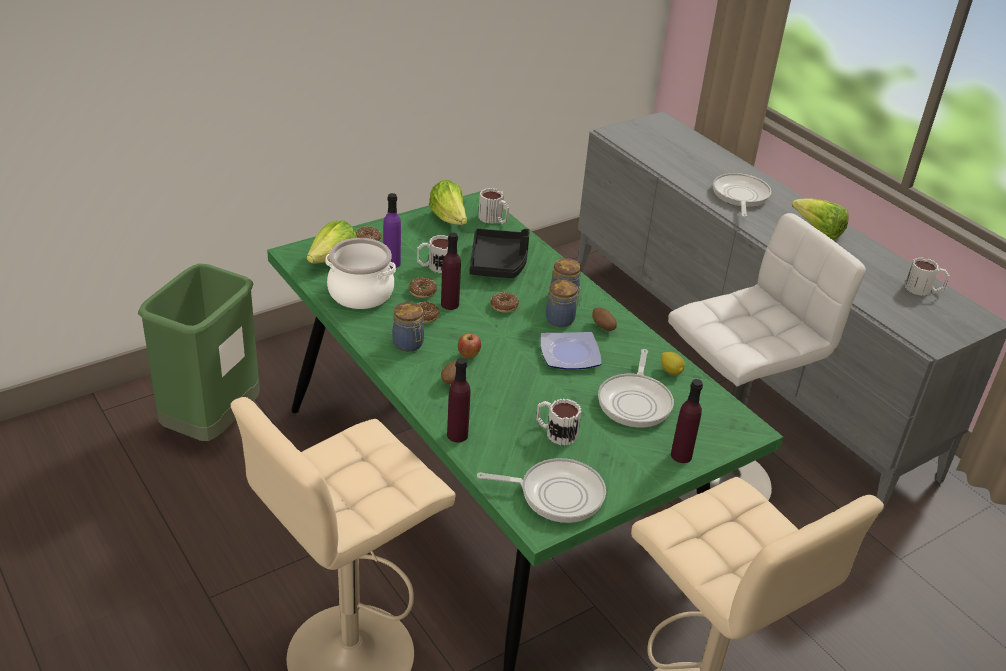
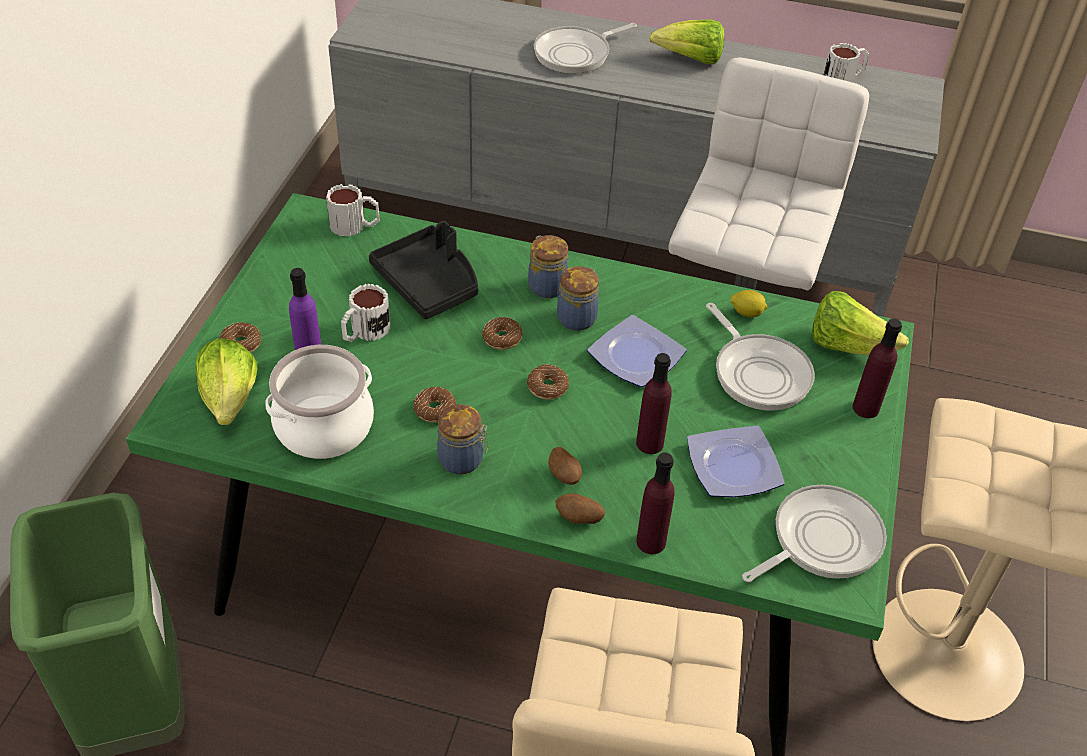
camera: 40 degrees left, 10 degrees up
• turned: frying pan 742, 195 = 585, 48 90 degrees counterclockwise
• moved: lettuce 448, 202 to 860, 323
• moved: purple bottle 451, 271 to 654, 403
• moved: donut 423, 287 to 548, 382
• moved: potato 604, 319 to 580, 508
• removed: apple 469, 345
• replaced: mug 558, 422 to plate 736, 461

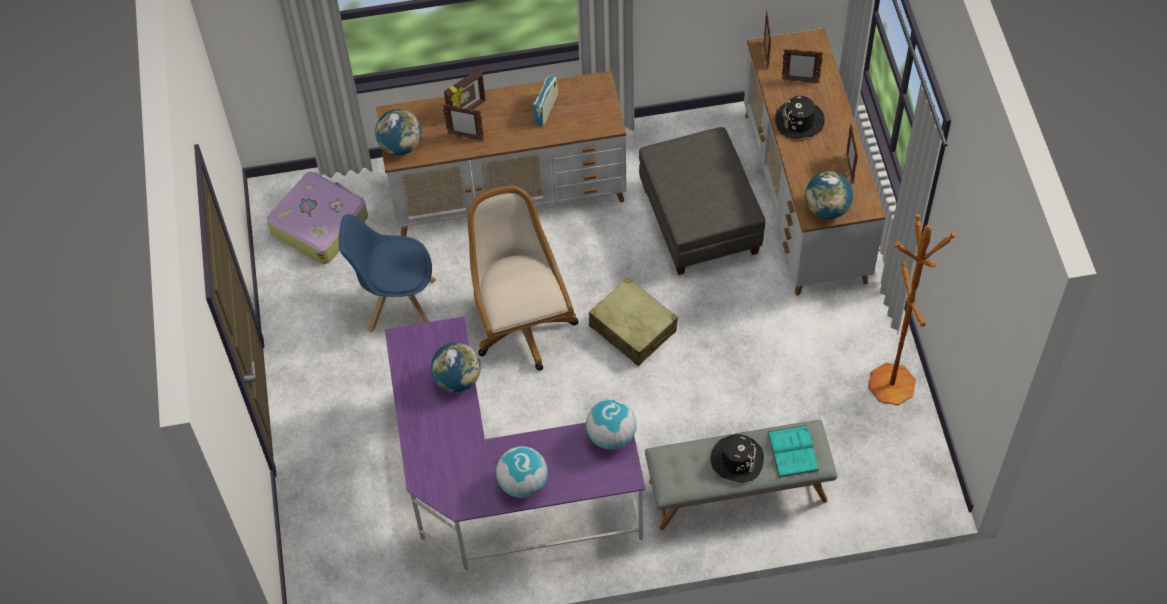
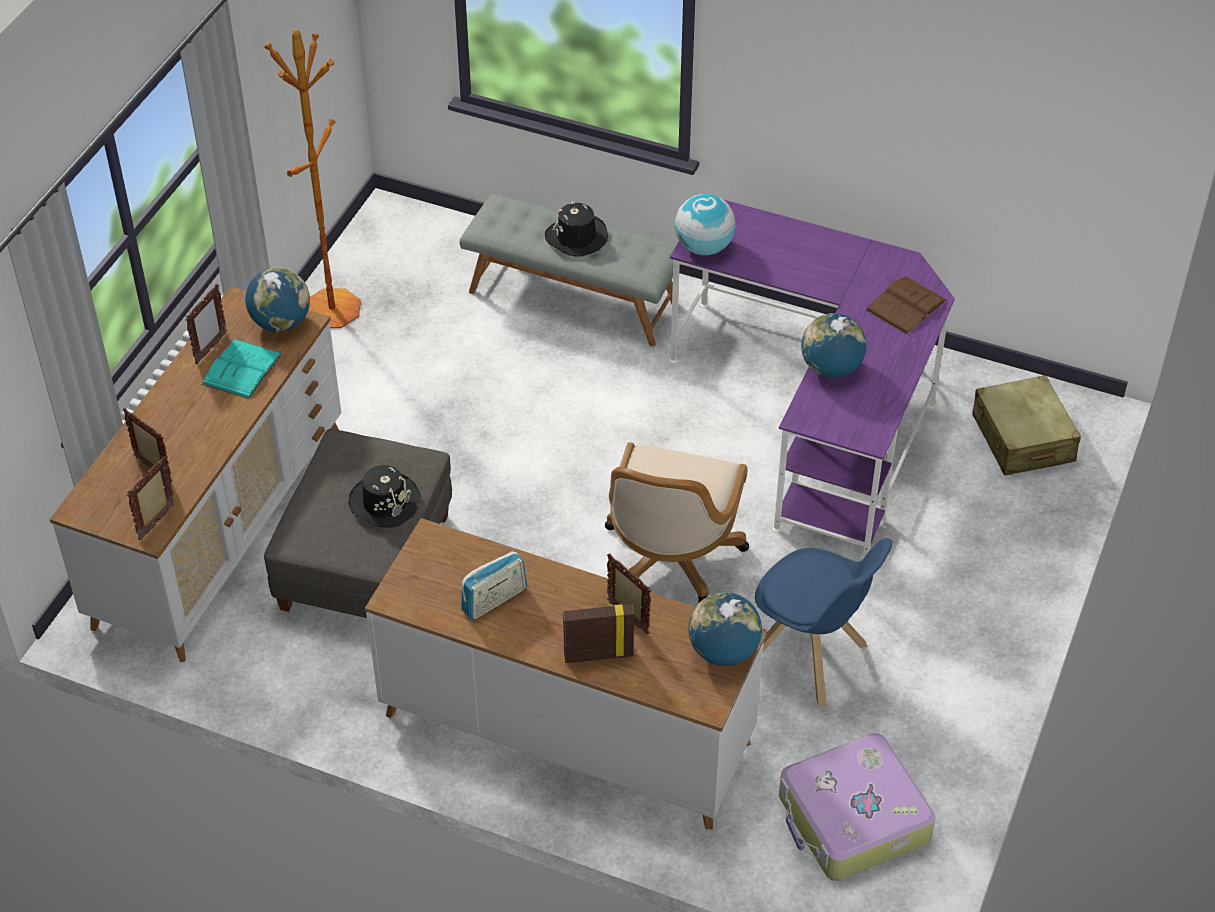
camera: 150 degrees left, 10 degrees down
• moved: black hat 800, 117 to 384, 496
• moved: beige suitcase 633, 321 to 1026, 425
• moved: turquoise book 793, 451 to 241, 369
• removed: globe 521, 472
• added: brown book 906, 305

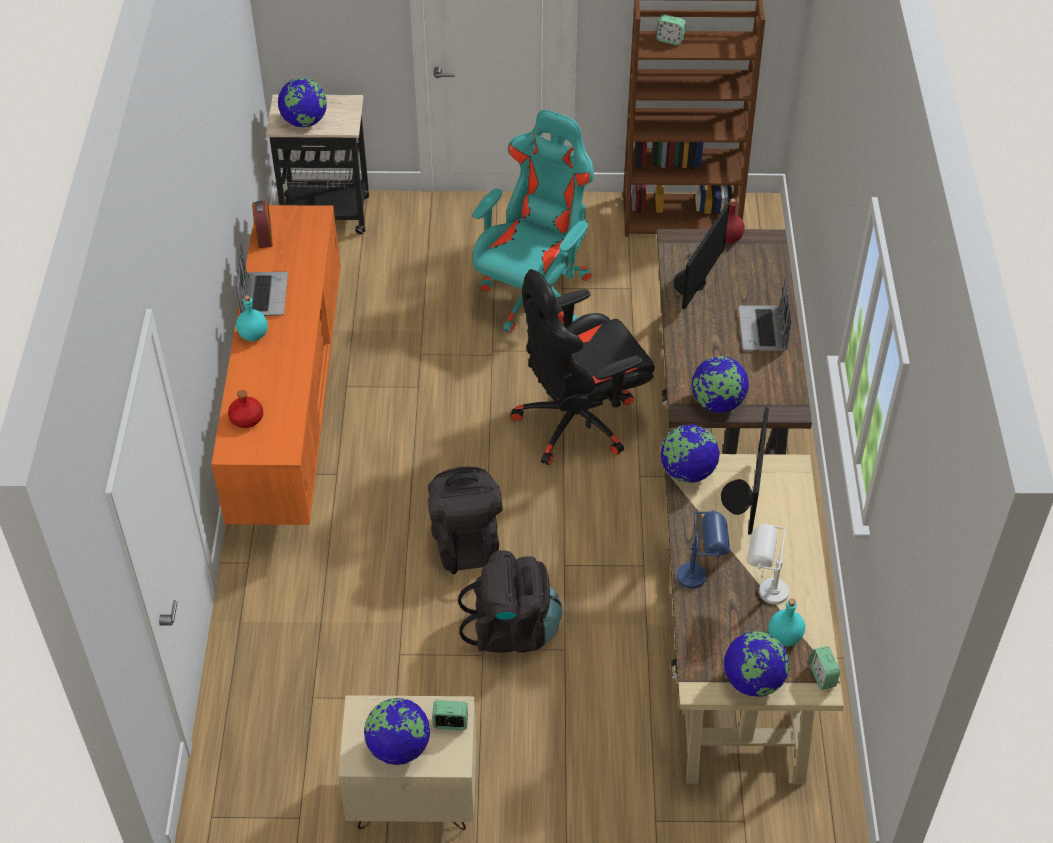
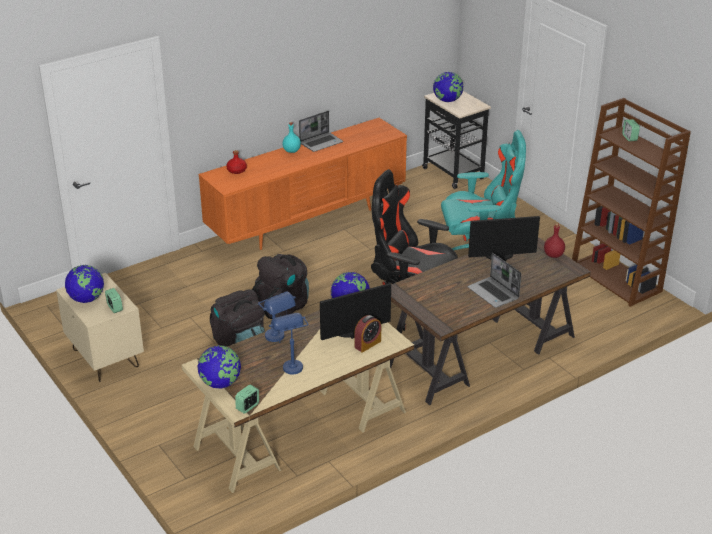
camera: 55 degrees right, 15 degrees down
• moved: alarm clock 262, 224 to 367, 334
• turned: laptop 765, 314 = 494, 280 90 degrees counterclockwise
• removed: globe 720, 384
• recoloured: white table lamp 768, 563 to blue table lamp 288, 344
• removed: turquoise bottle 786, 623

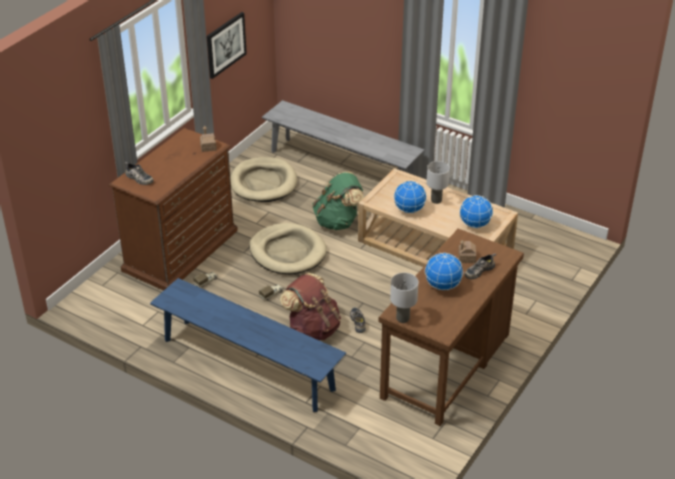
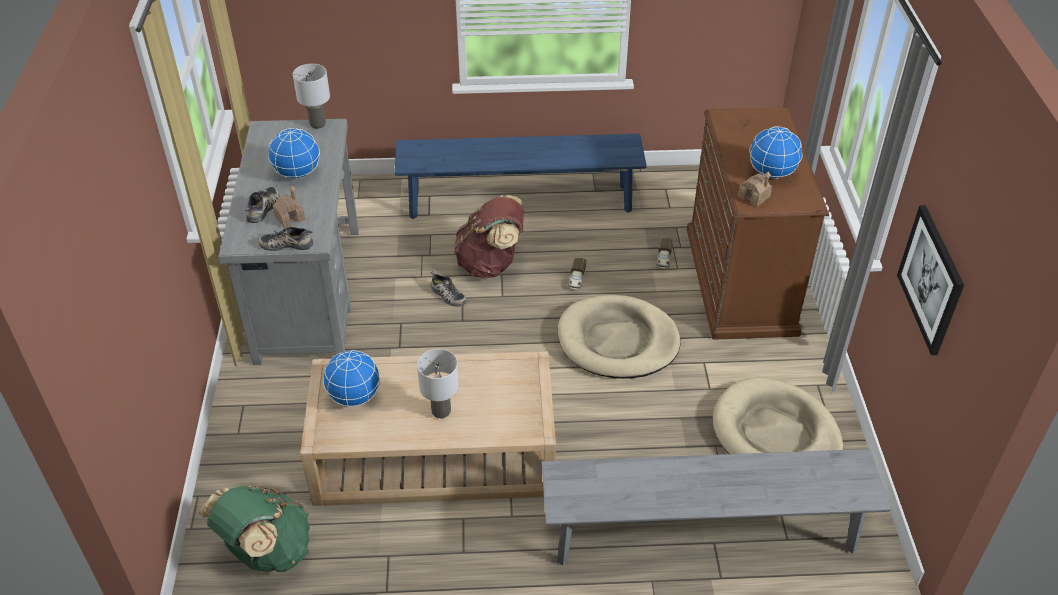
camera: 145 degrees right, 5 degrees up
• moved: shoe 139, 173 to 285, 239
• moved: green backpack 338, 201 to 254, 529
• moved: globe 410, 197 to 775, 152
• recoloured: brown desk 451, 327 to grey desk 288, 242

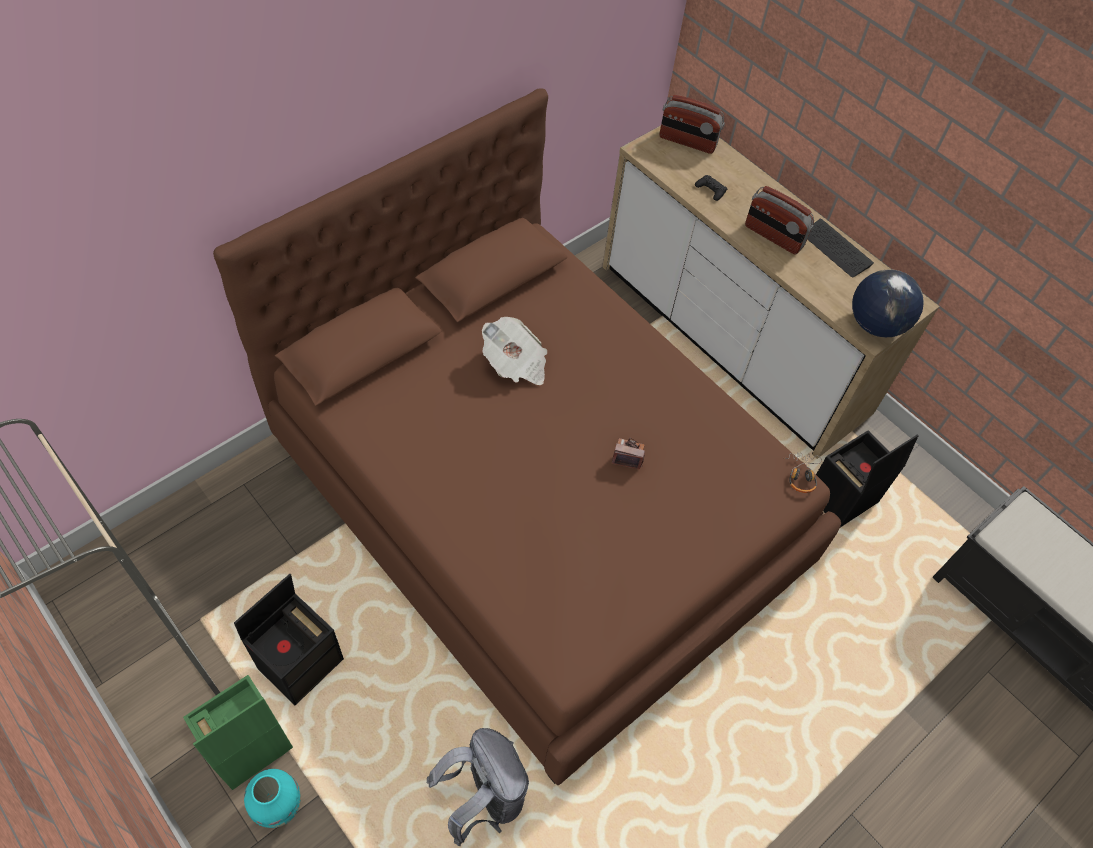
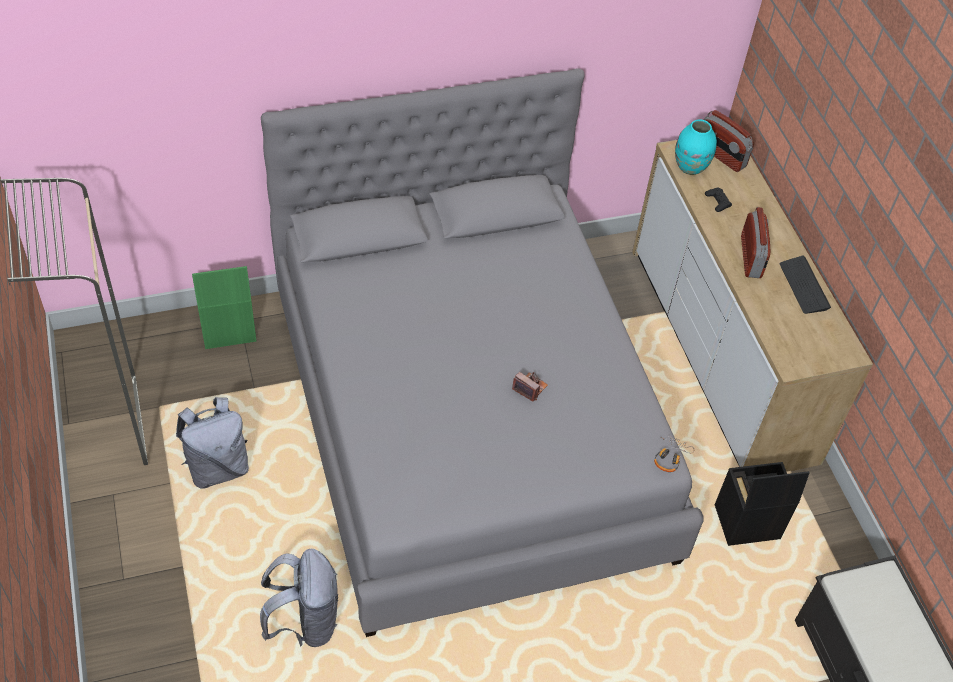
camera: 25 degrees right, 5 degrees down
• recoloured: brown bed 527, 436 to grey bed 482, 352
• turned: radio 779, 220 = 755, 242 150 degrees counterclockwise
• removed: globe 888, 303
• removed: newspaper 514, 351
• replaced: black storage box 289, 640 to grey backpack 212, 443
• moved: green storage box 238, 732 to 224, 307
• moved: turquoise vase 272, 798 to 696, 147

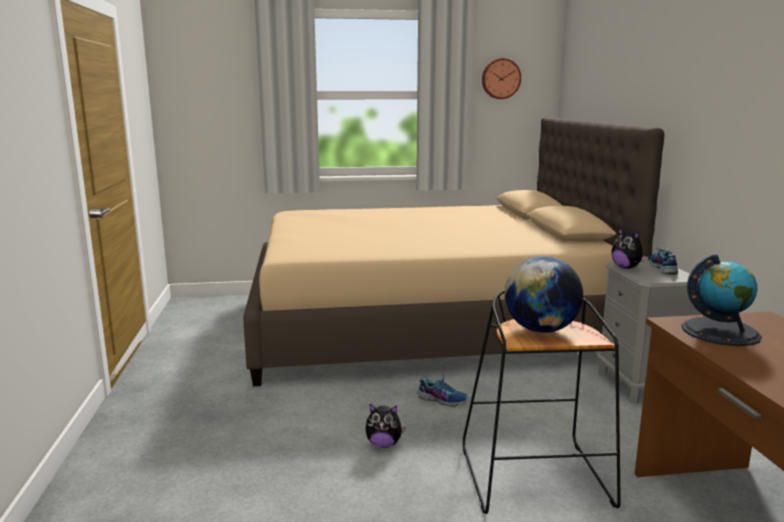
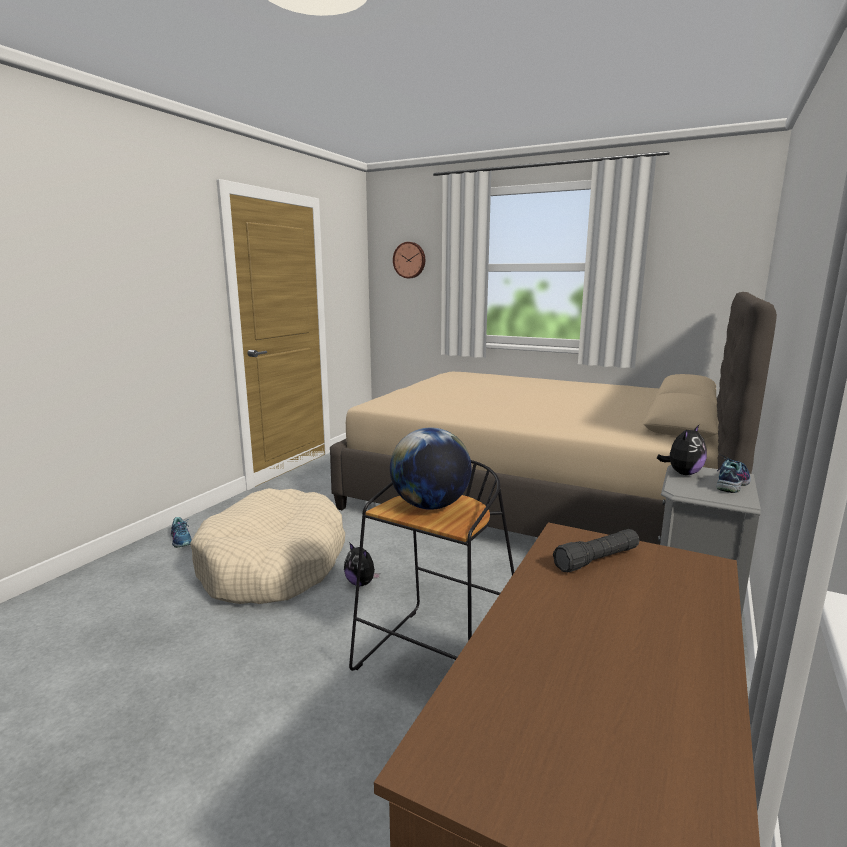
camera: 35 degrees right, 0 degrees up
• moved: wall clock 501, 78 to 409, 260
• turned: plush toy 629, 248 = 682, 450 135 degrees counterclockwise
• replaced: globe 721, 300 to black flashlight 596, 551
• moved: shoe 442, 391 to 181, 532
• added: beige dog bed 267, 546

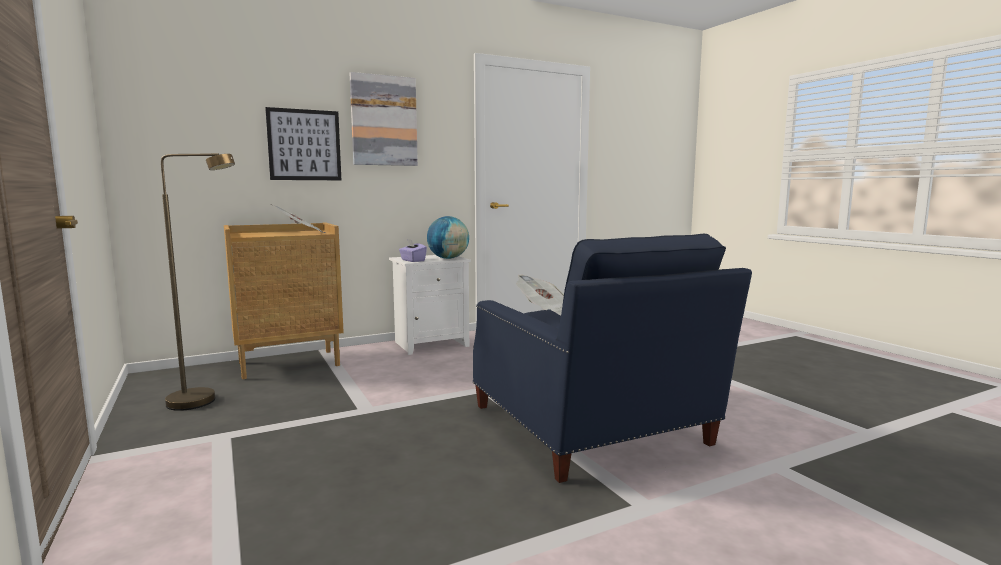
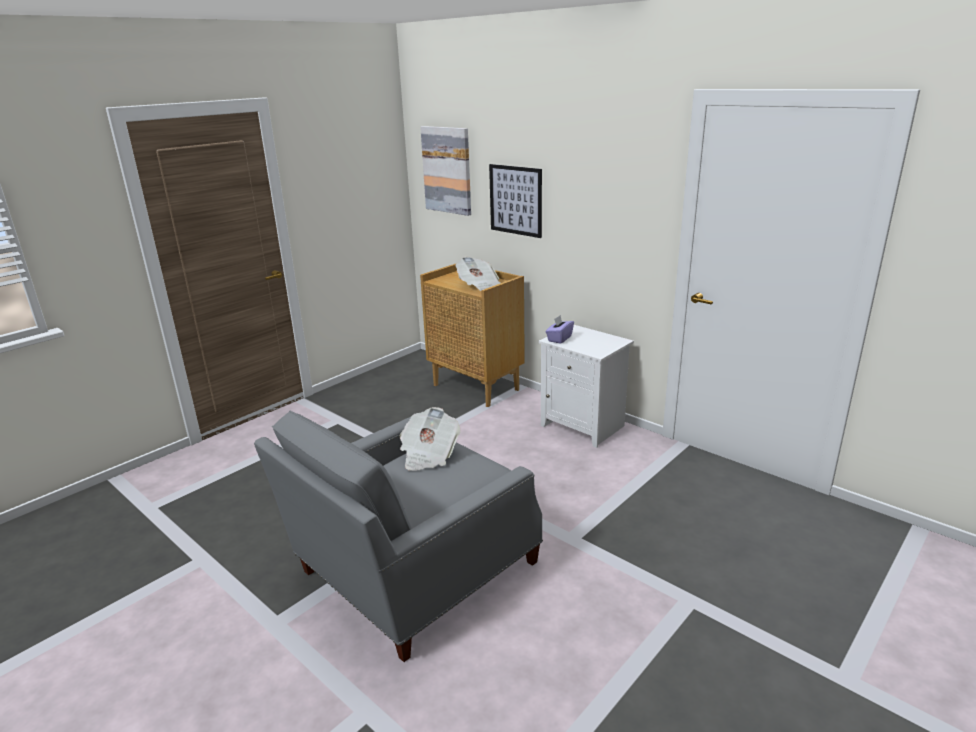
camera: 70 degrees right, 15 degrees up
• moved: picture 383, 119 to 445, 171
• removed: brown floor lamp 198, 282
• removed: globe 448, 237
• recoloured: blue armchair 612, 358 to grey armchair 398, 536

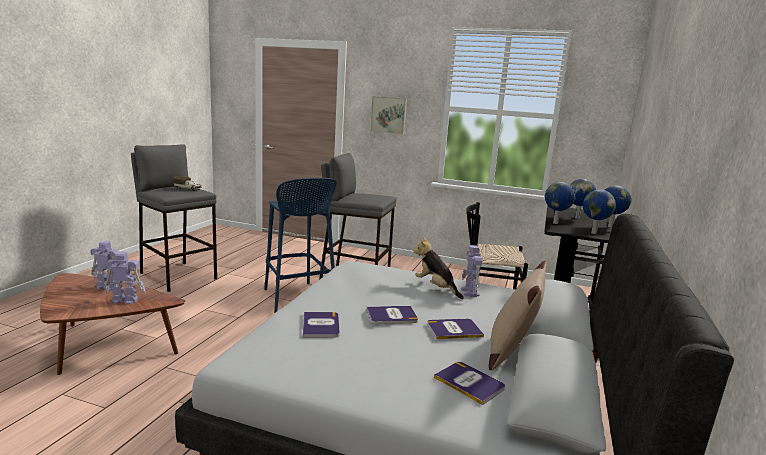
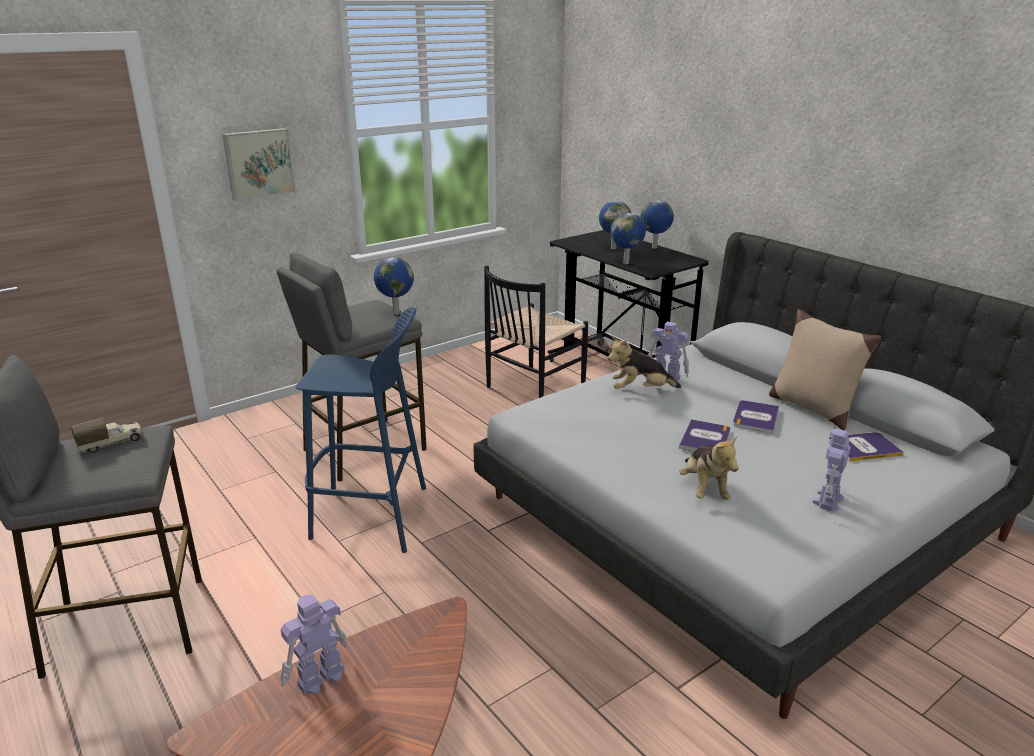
camera: 55 degrees left, 10 degrees up
• moved: globe 599, 212 to 394, 286
• moved: toy robot 125, 277 to 832, 470
• replaced: book 321, 325 to plush toy 709, 468

